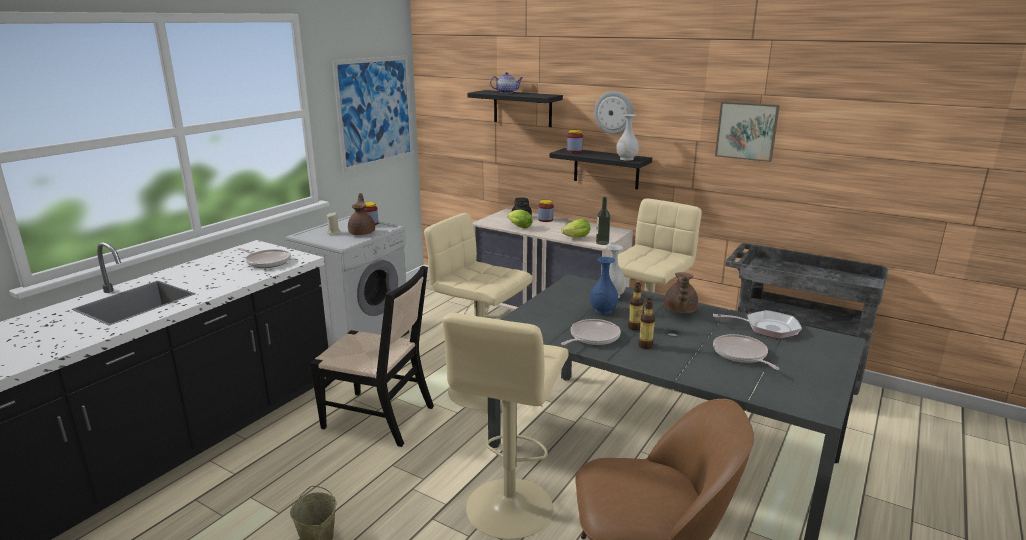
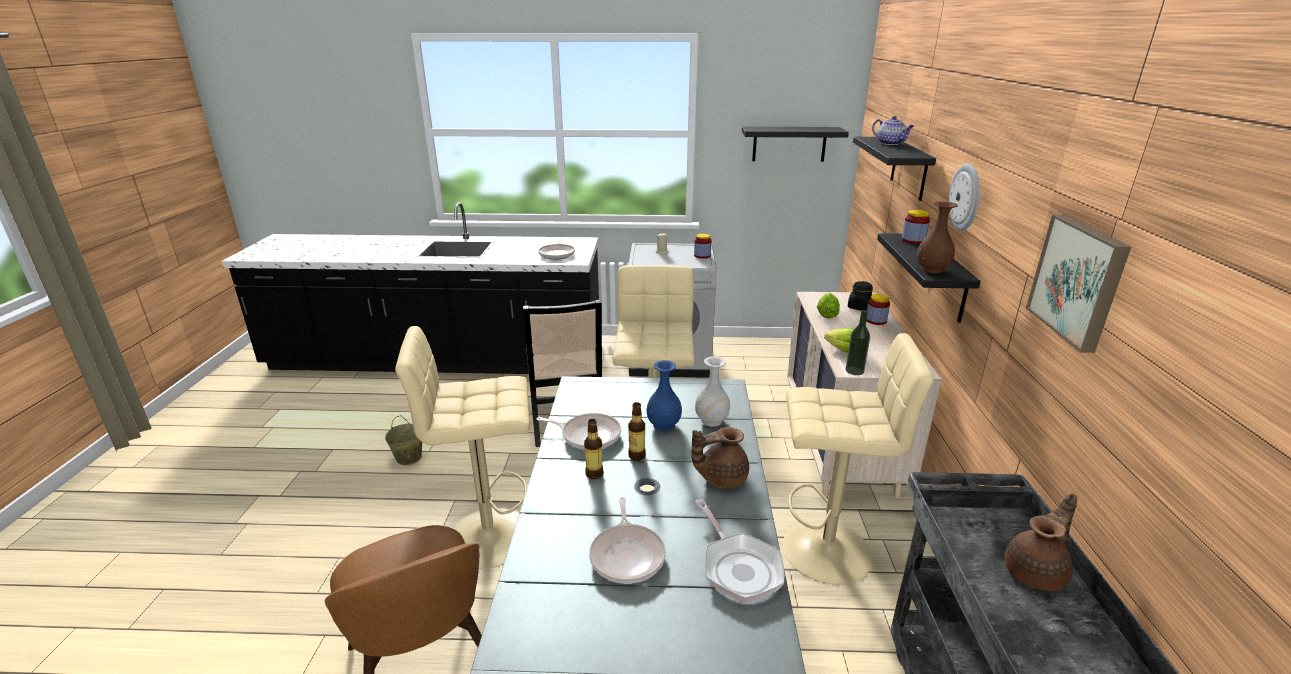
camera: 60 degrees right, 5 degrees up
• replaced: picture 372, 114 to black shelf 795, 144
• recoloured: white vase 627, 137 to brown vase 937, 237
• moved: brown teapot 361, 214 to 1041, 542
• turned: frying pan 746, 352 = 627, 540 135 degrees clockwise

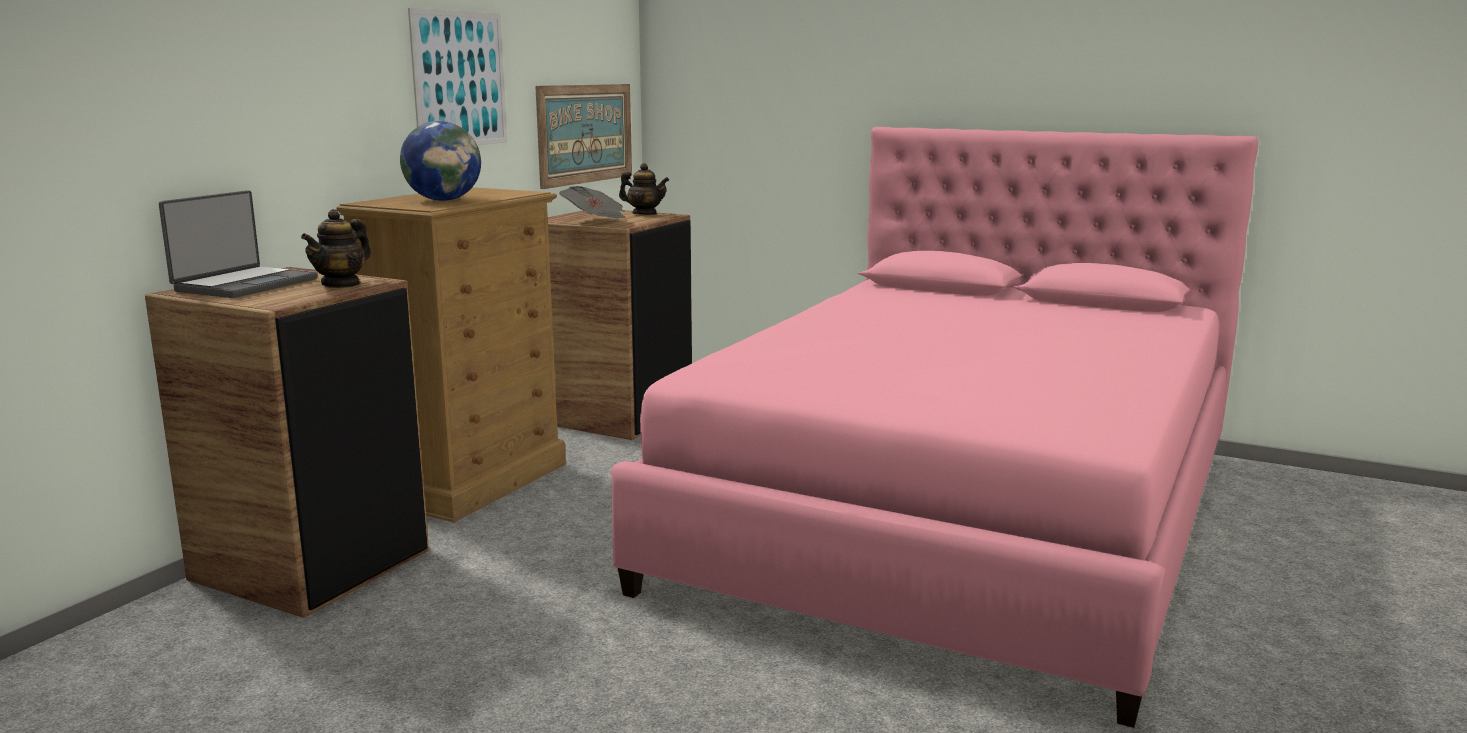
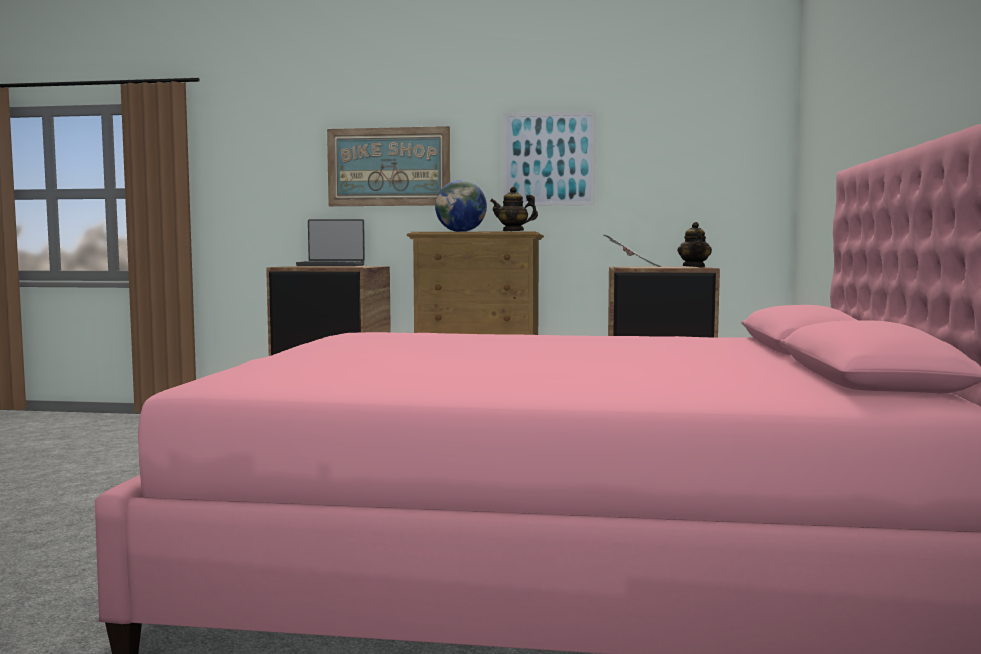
camera: 70 degrees right, 10 degrees down
• moved: picture 583, 136 to 388, 166
• moved: teapot 336, 248 to 514, 209

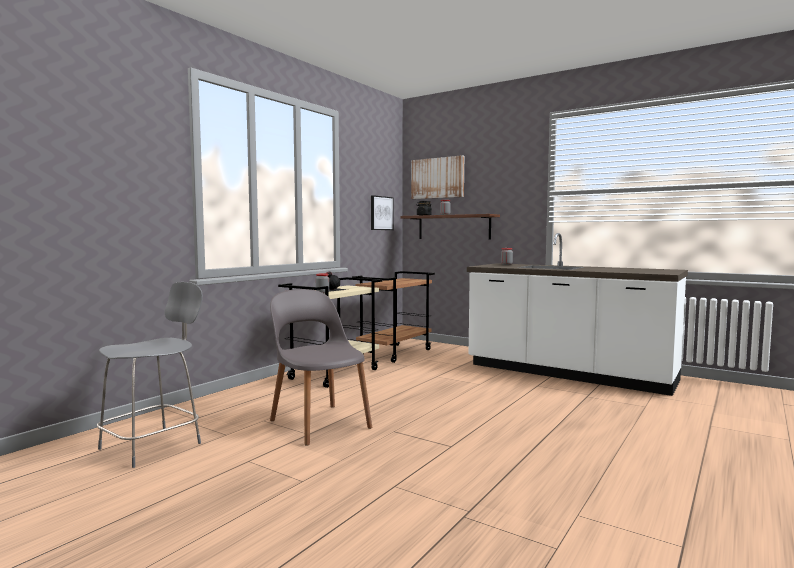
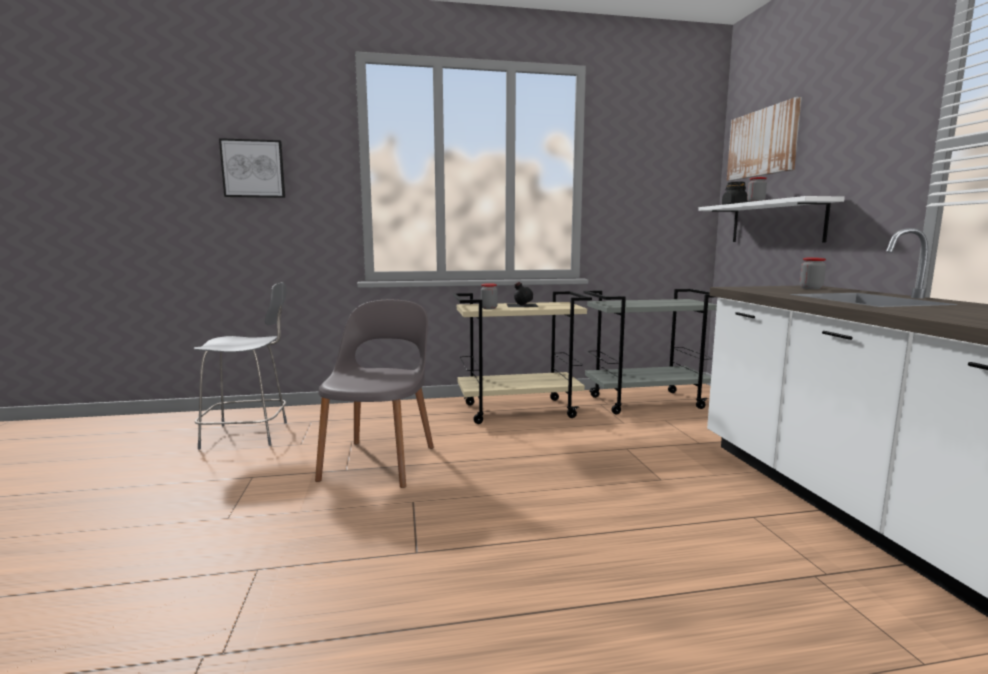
camera: 45 degrees right, 5 degrees up
• moved: picture 382, 212 to 252, 168
• recoloured: brown shelf 450, 227 to white shelf 771, 219
• recoloured: brown cart 393, 317 to grey cart 650, 351

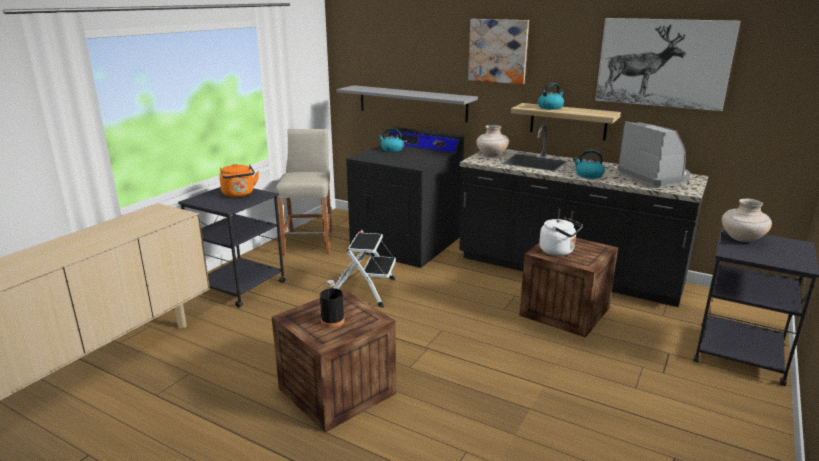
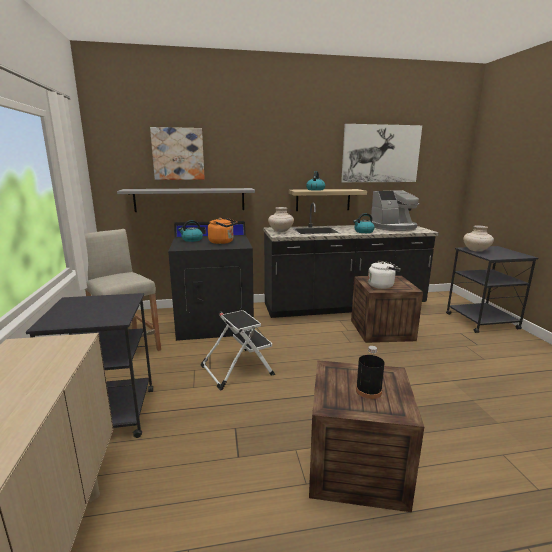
camera: 40 degrees left, 5 degrees down
• moved: picture 498, 51 to 177, 153
• turned: coffee machine 654, 154 = 394, 210 135 degrees clockwise
• moved: orange kettle 239, 180 to 223, 231

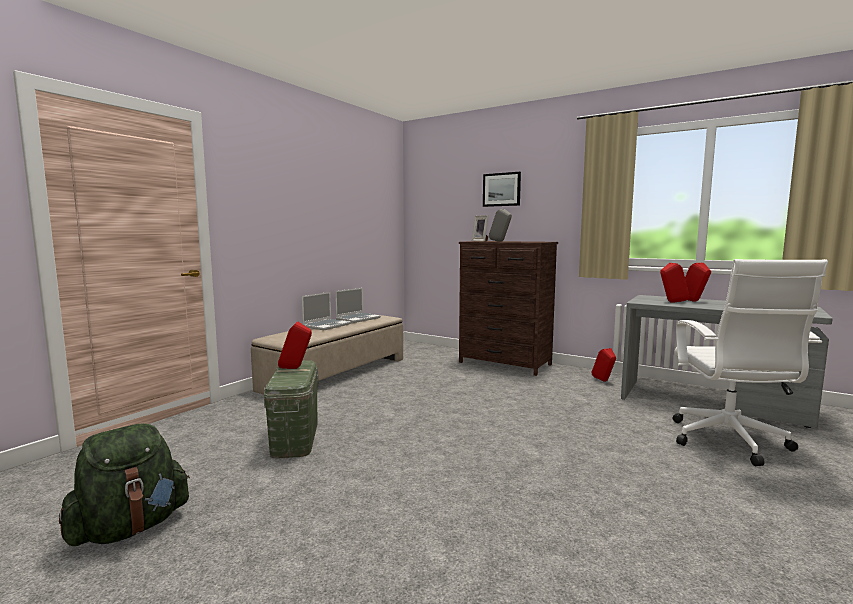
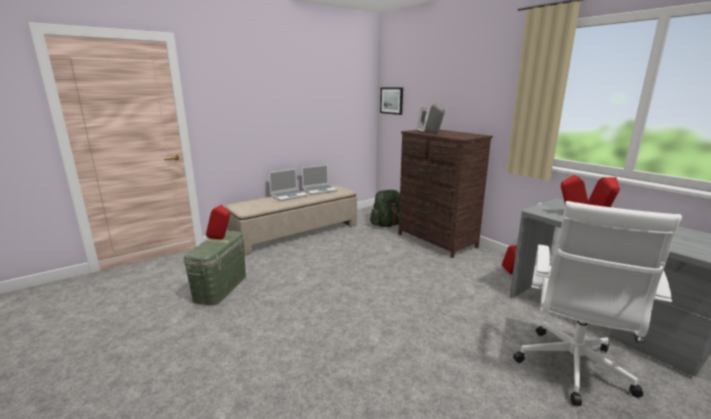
camera: 20 degrees right, 10 degrees up
• moved: picture 502, 189 to 391, 101
• moved: green backpack 124, 484 to 385, 208

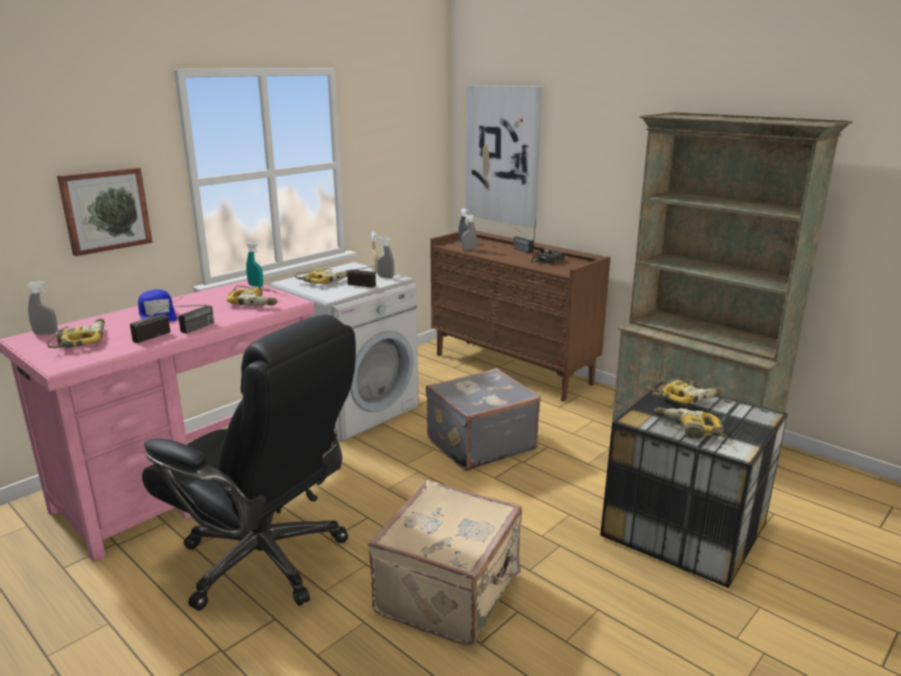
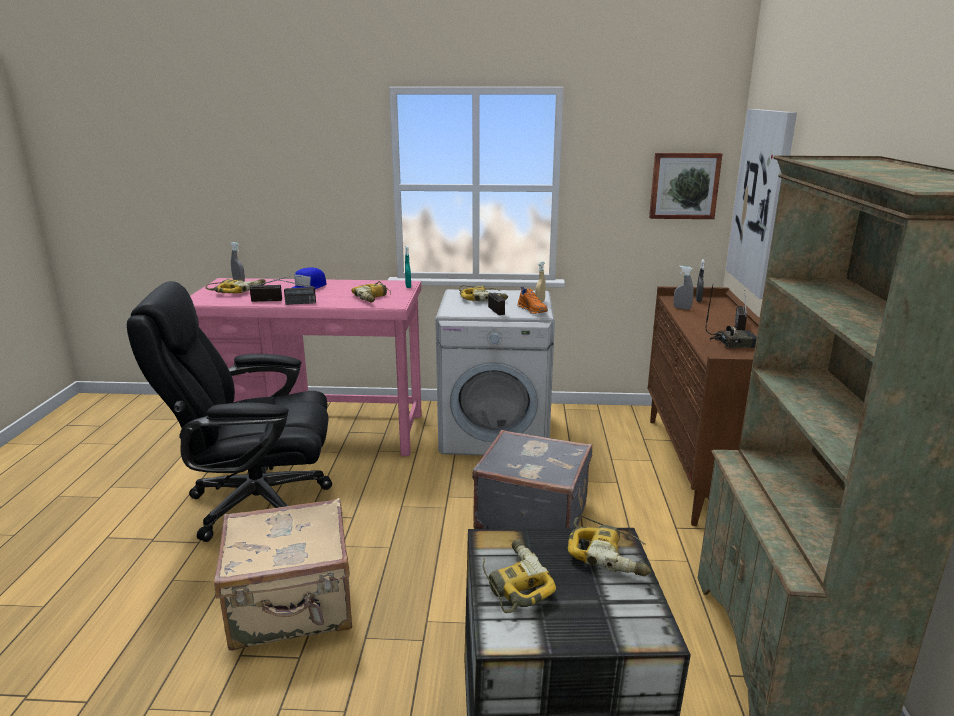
camera: 50 degrees right, 0 degrees up
• moved: picture 105, 211 to 685, 186
• replaced: grey spray bottle 385, 257 to orange shoe 532, 300
• turned: black office chair 249, 462 = 229, 411 90 degrees clockwise

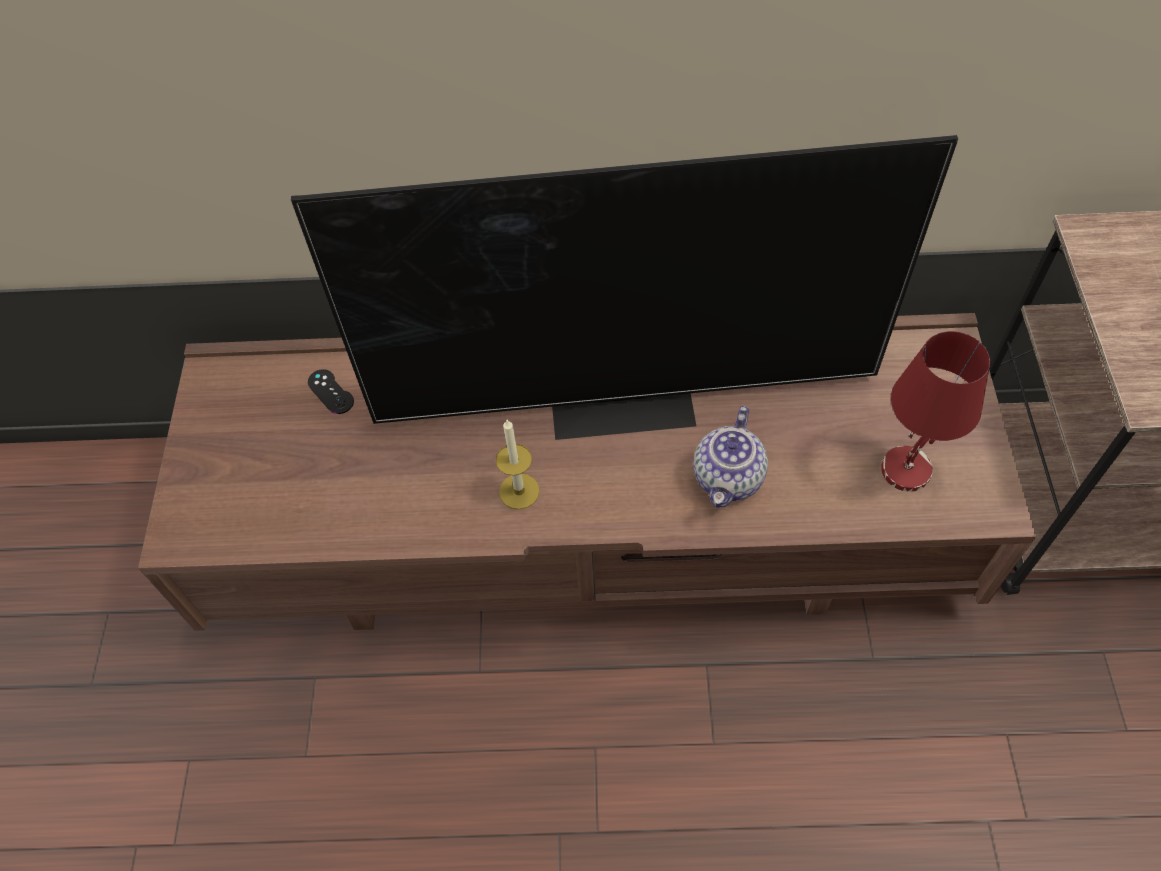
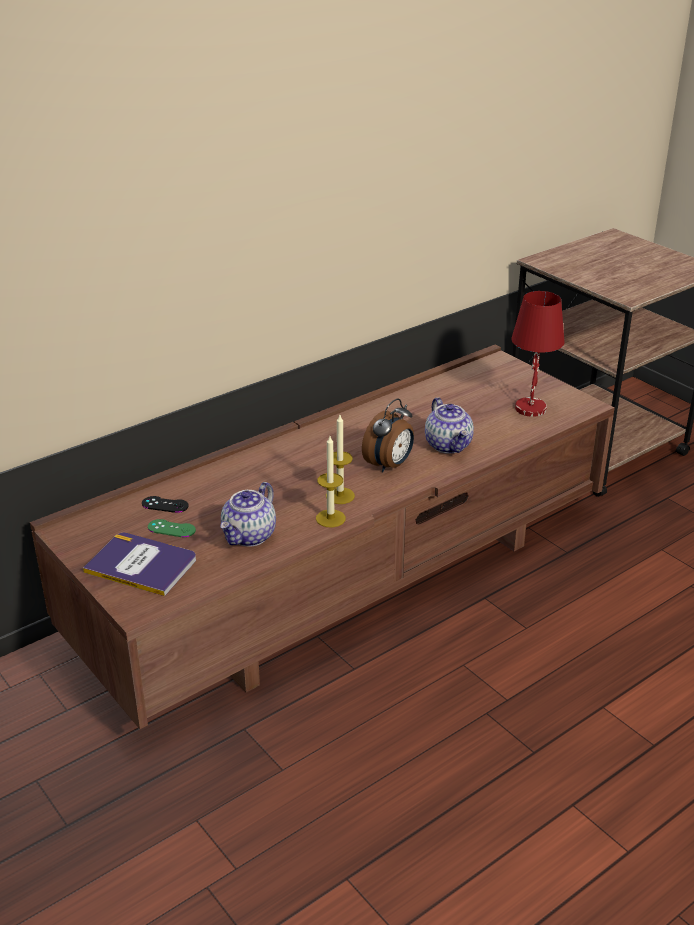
camera: 40 degrees left, 25 degrees down
• removed: television 624, 287
• added: alarm clock 388, 435
• added: candle 331, 481
• added: teapot 248, 514
• added: green game controller 172, 528
• added: book 139, 564

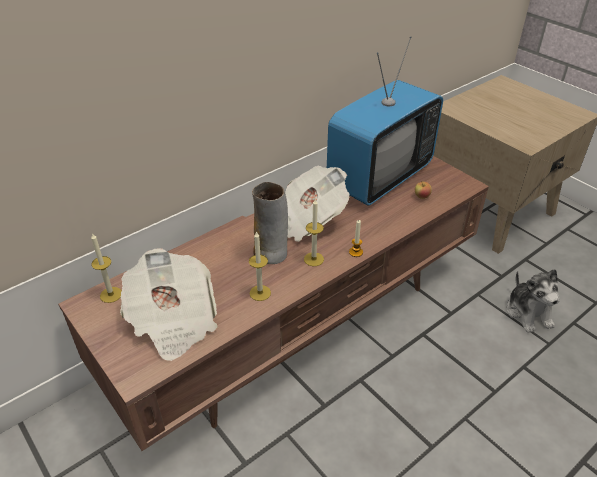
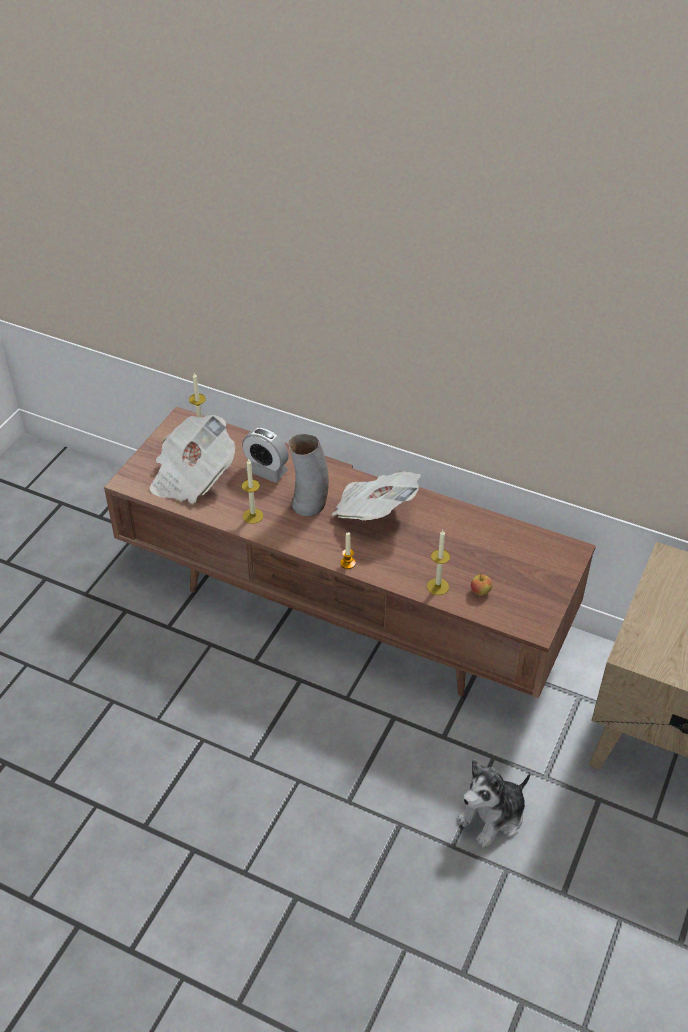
camera: 65 degrees right, 5 degrees up
• removed: television 385, 120
• moved: candle 314, 232 to 438, 562
• added: alarm clock 265, 455

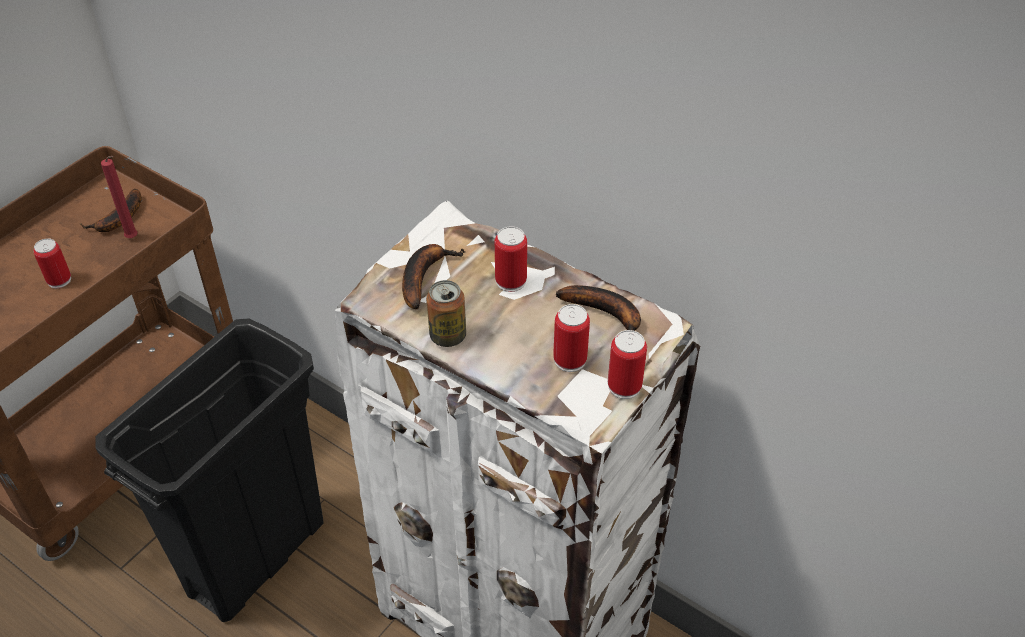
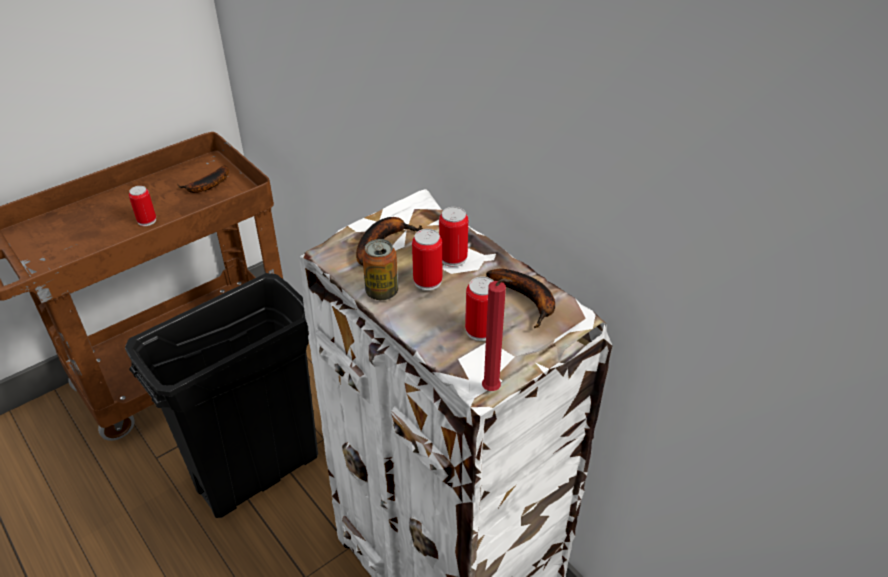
camera: 15 degrees right, 5 degrees down
• moved: red candle 119, 197 to 497, 335
• moved: can 627, 364 to 427, 260

